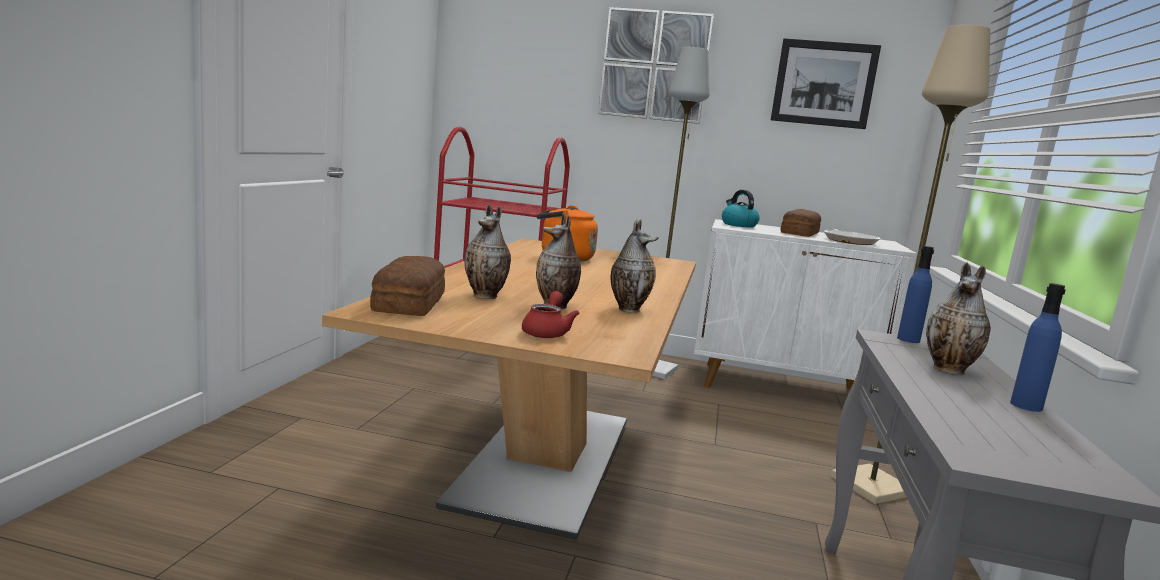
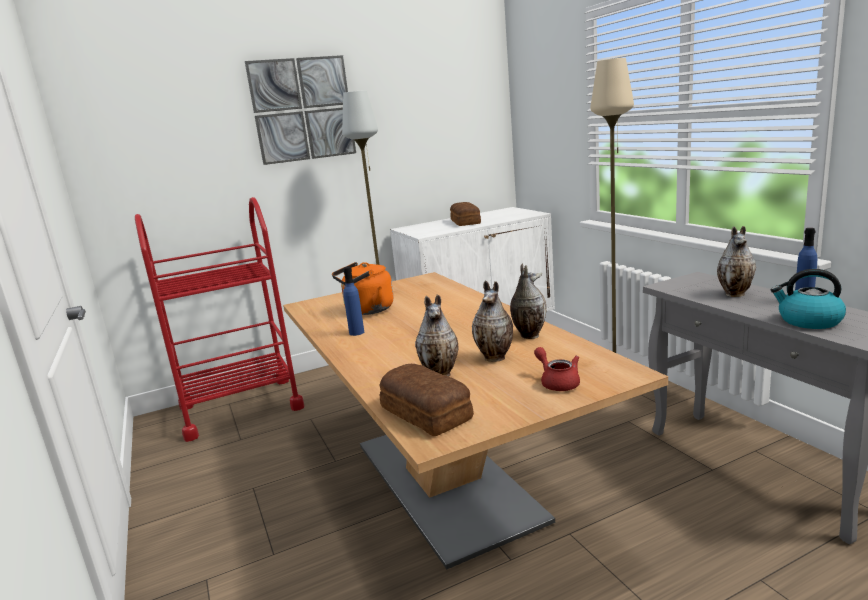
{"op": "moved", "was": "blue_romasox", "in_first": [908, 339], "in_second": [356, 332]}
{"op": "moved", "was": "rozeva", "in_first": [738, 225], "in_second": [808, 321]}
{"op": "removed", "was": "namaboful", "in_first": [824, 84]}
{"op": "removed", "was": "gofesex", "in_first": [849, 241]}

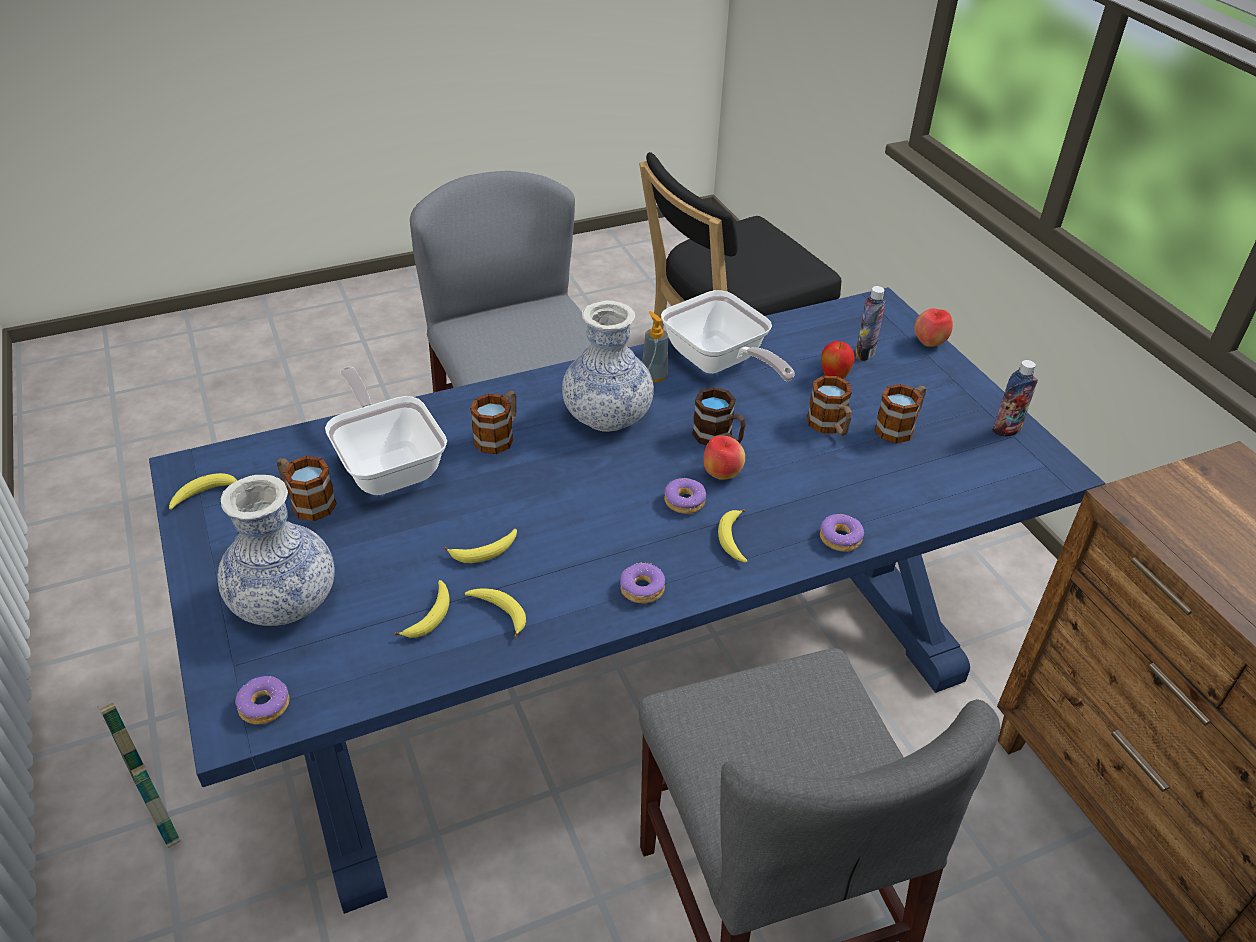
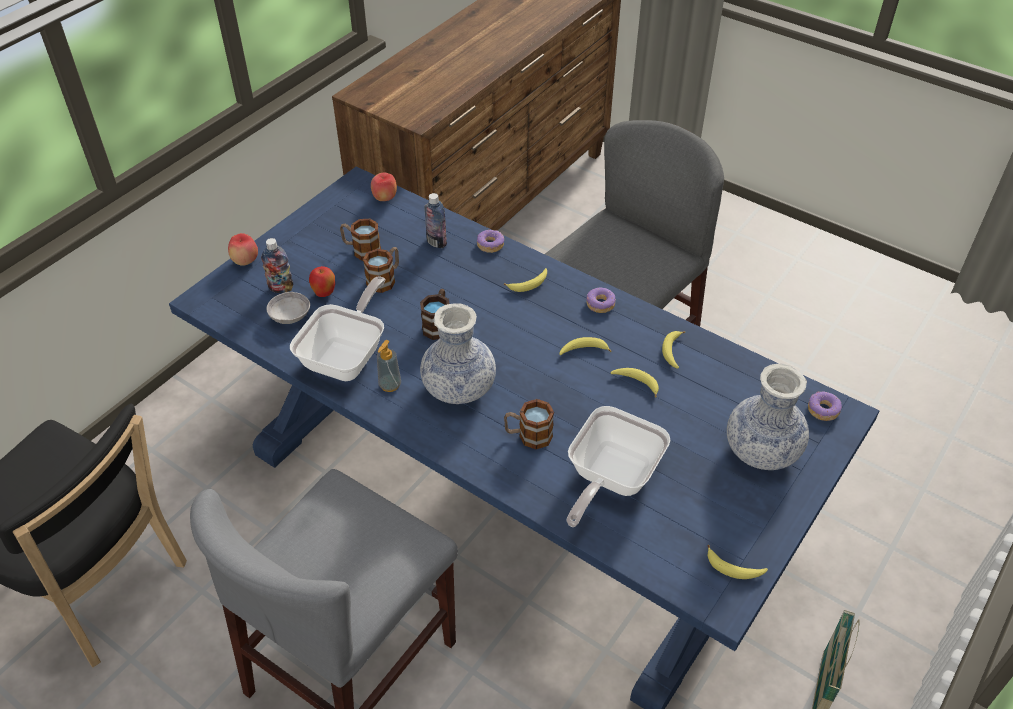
{"op": "added", "now": "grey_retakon", "in_second": [290, 316]}
{"op": "moved", "was": "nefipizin", "in_first": [721, 474], "in_second": [385, 198]}
{"op": "moved", "was": "romasox", "in_first": [1006, 430], "in_second": [436, 242]}
{"op": "moved", "was": "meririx", "in_first": [430, 616], "in_second": [583, 350]}
{"op": "removed", "was": "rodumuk", "in_first": [307, 502]}
{"op": "removed", "was": "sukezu", "in_first": [685, 501]}

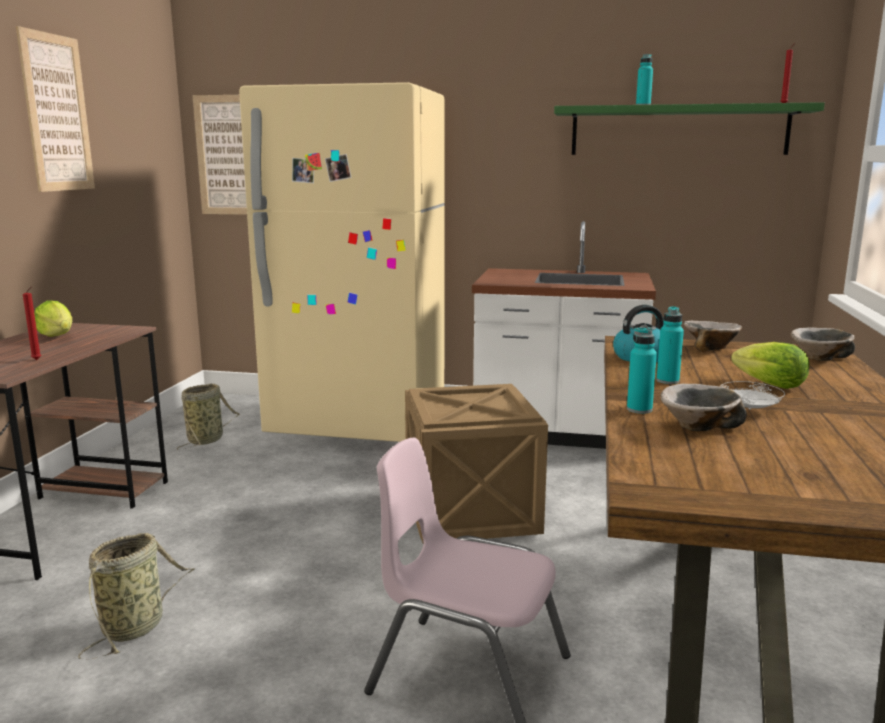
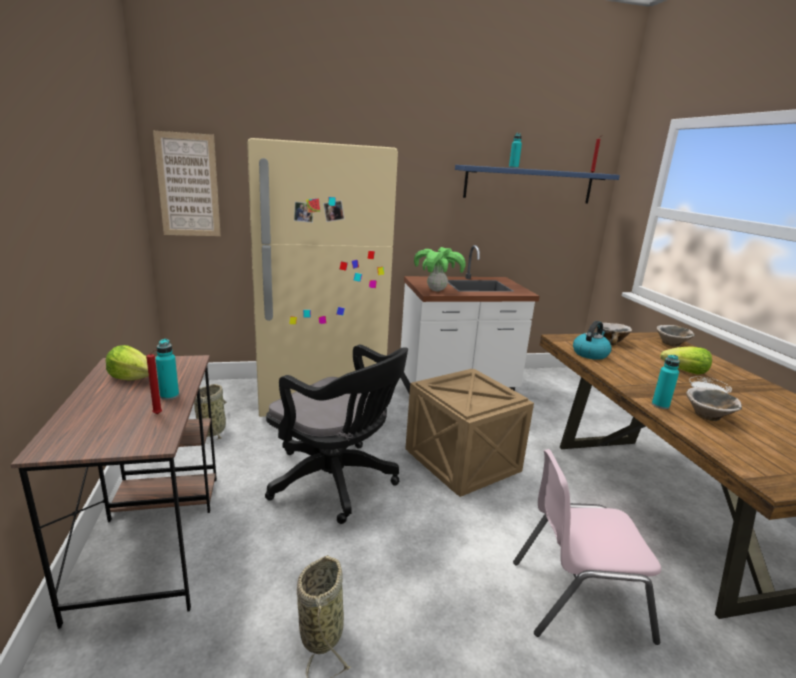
{"op": "moved", "was": "turquoise_romasox", "in_first": [667, 381], "in_second": [169, 396]}
{"op": "added", "now": "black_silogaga", "in_second": [337, 482]}
{"op": "added", "now": "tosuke", "in_second": [436, 290]}
{"op": "recoloured", "was": "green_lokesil", "now": "blue_lokesil", "in_first": [678, 131], "in_second": [529, 185]}
{"op": "removed", "was": "namaboful", "in_first": [57, 113]}

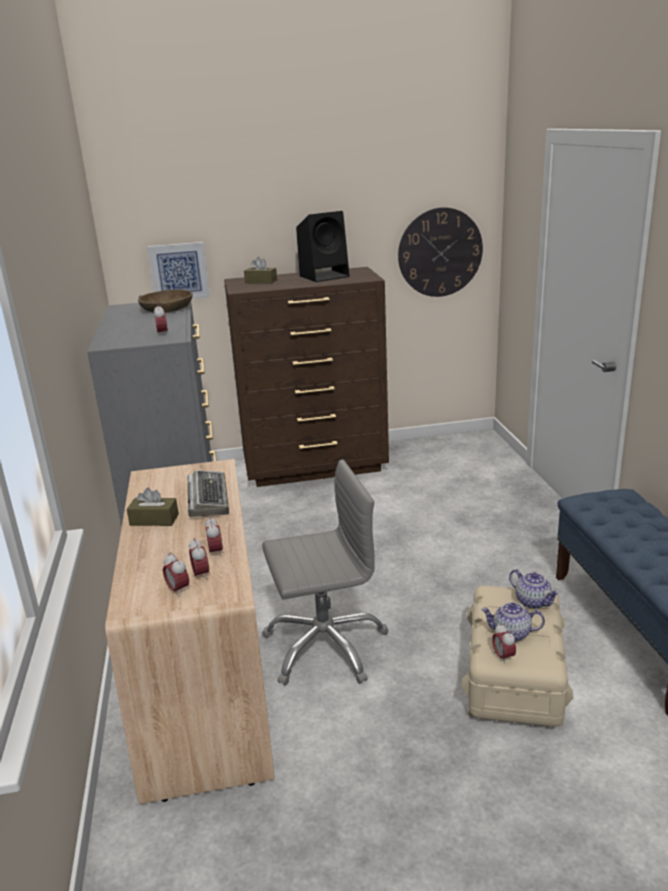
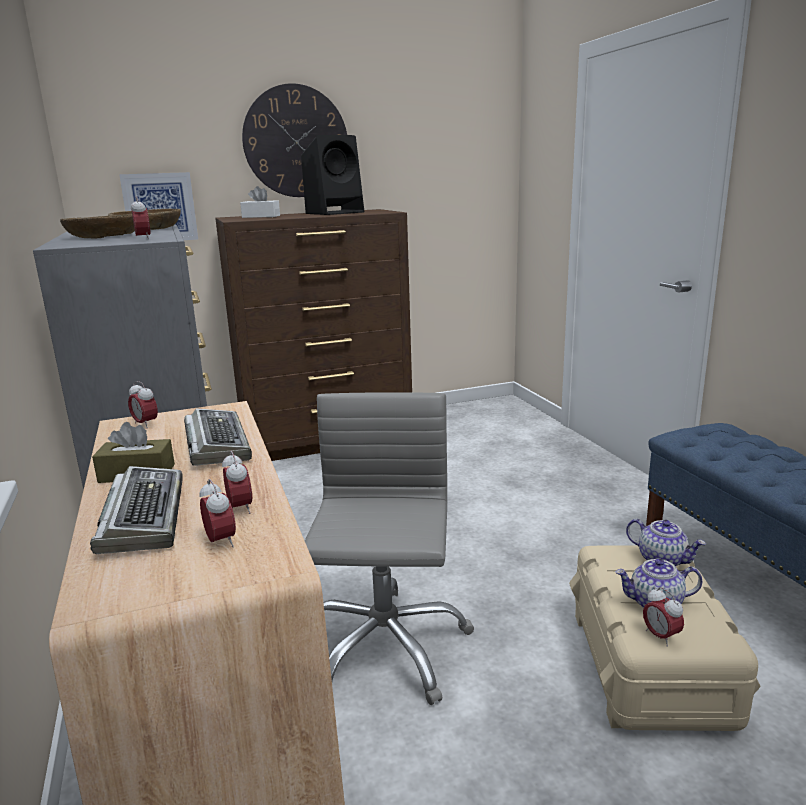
{"op": "added", "now": "brown_retakon", "in_second": [104, 236]}
{"op": "added", "now": "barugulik", "in_second": [143, 517]}
{"op": "moved", "was": "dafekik", "in_first": [178, 590], "in_second": [145, 424]}
{"op": "recoloured", "was": "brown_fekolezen", "now": "white_fekolezen", "in_first": [261, 281], "in_second": [261, 216]}
{"op": "moved", "was": "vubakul", "in_first": [440, 252], "in_second": [296, 141]}
{"op": "turned", "was": "grey_silogaga", "in_first": [325, 646], "in_second": [384, 646], "clockwise": -60}

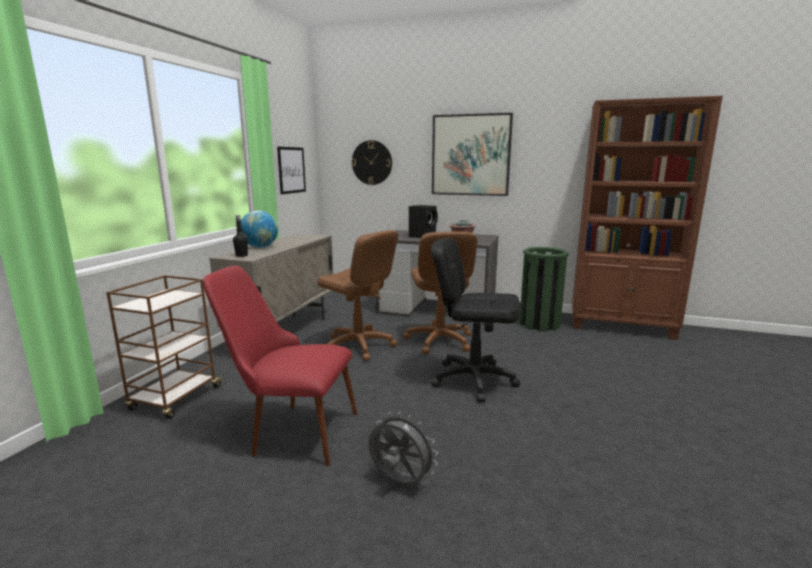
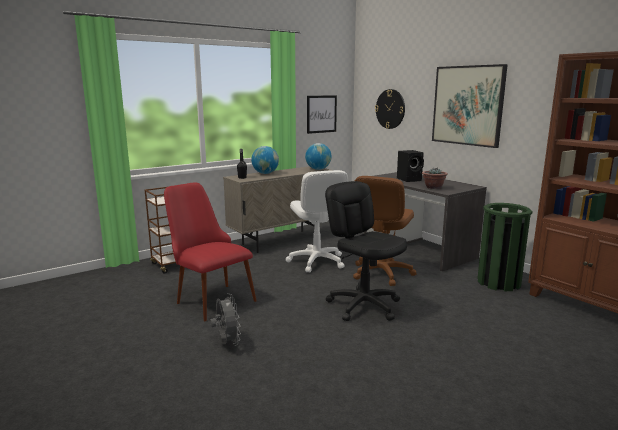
{"op": "recoloured", "was": "brown_silogaga", "now": "white_silogaga", "in_first": [358, 346], "in_second": [316, 261]}
{"op": "added", "now": "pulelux", "in_second": [318, 169]}

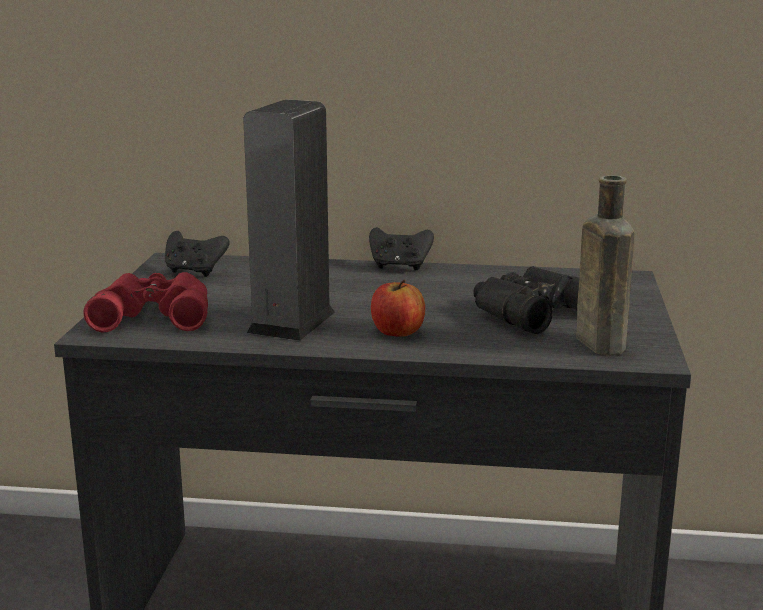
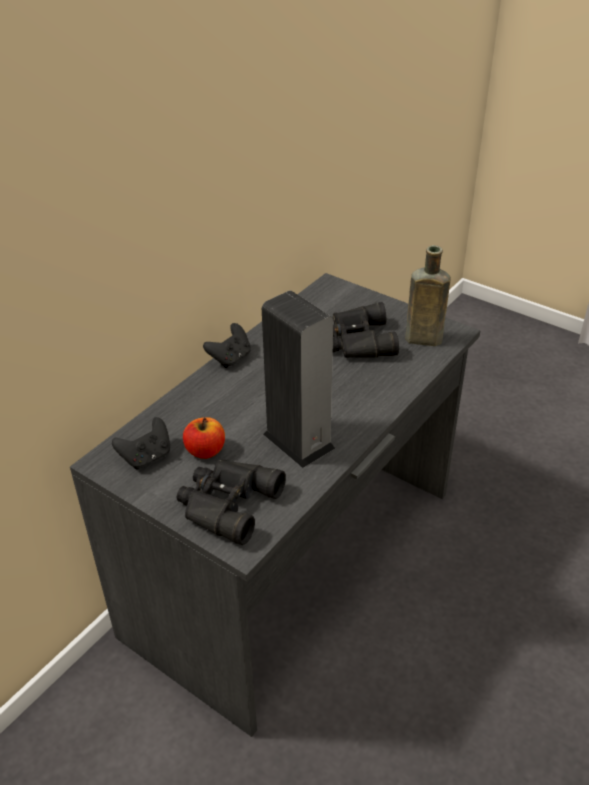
{"op": "recoloured", "was": "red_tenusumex", "now": "black_tenusumex", "in_first": [154, 313], "in_second": [226, 503]}
{"op": "moved", "was": "nefipizin", "in_first": [397, 332], "in_second": [205, 451]}

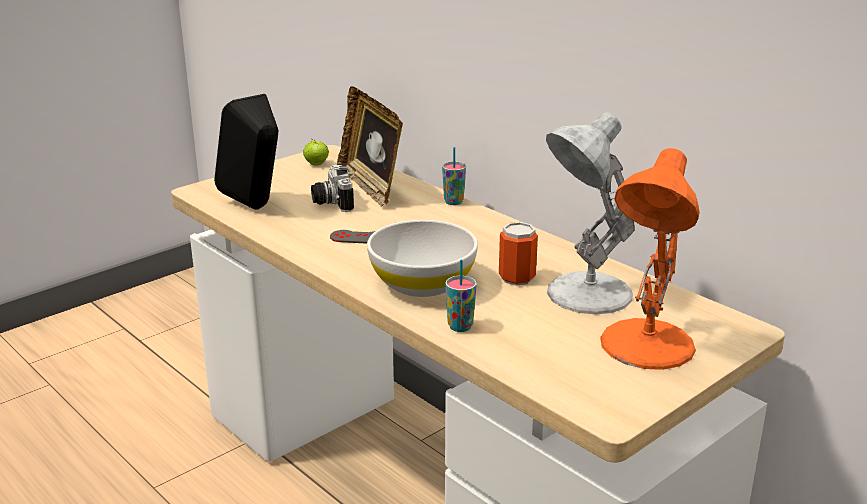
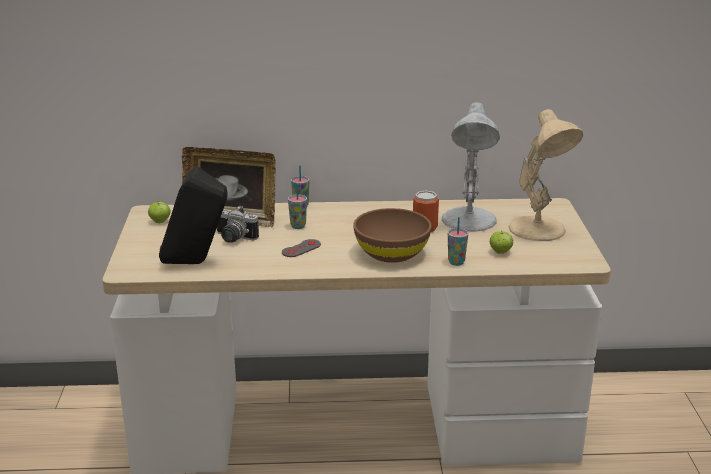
{"op": "added", "now": "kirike", "in_second": [298, 226]}
{"op": "recoloured", "was": "white_retakon", "now": "brown_retakon", "in_first": [422, 283], "in_second": [392, 253]}
{"op": "added", "now": "nefipizin", "in_second": [500, 252]}
{"op": "recoloured", "was": "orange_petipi", "now": "beige_petipi", "in_first": [646, 346], "in_second": [539, 230]}

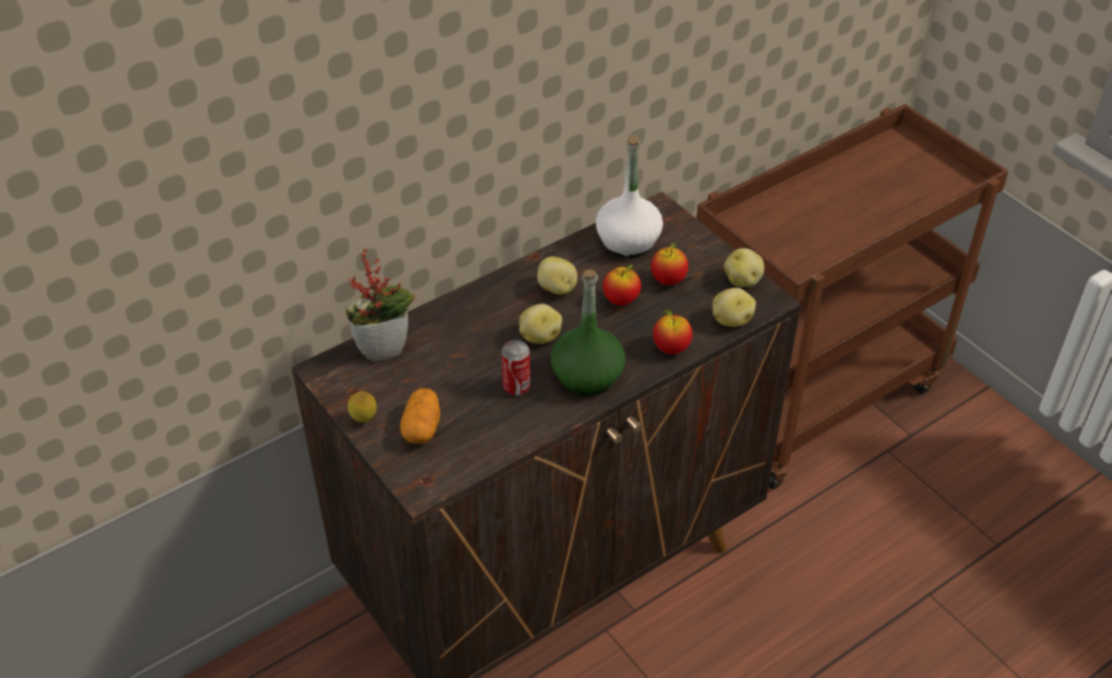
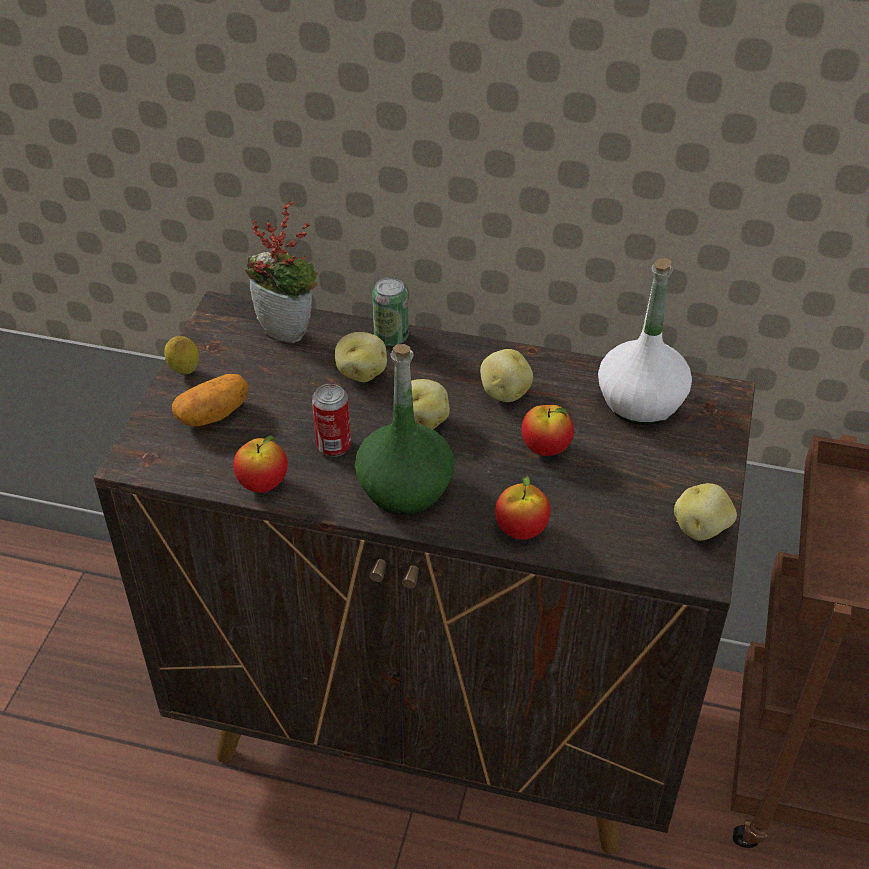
{"op": "moved", "was": "nefipizin", "in_first": [668, 280], "in_second": [263, 484]}
{"op": "moved", "was": "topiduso", "in_first": [731, 320], "in_second": [362, 372]}
{"op": "added", "now": "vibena", "in_second": [391, 337]}

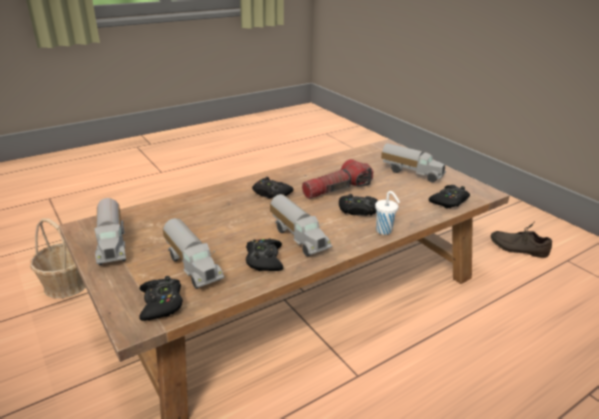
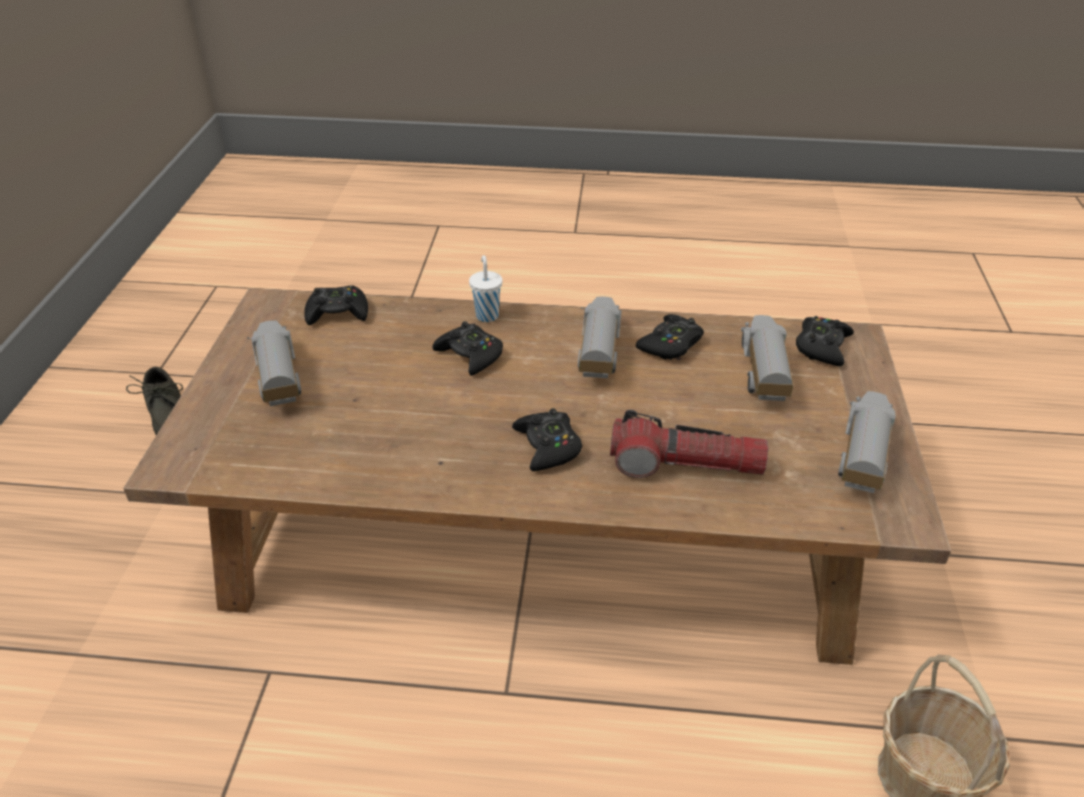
{"op": "moved", "was": "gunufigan", "in_first": [337, 189], "in_second": [685, 465]}

